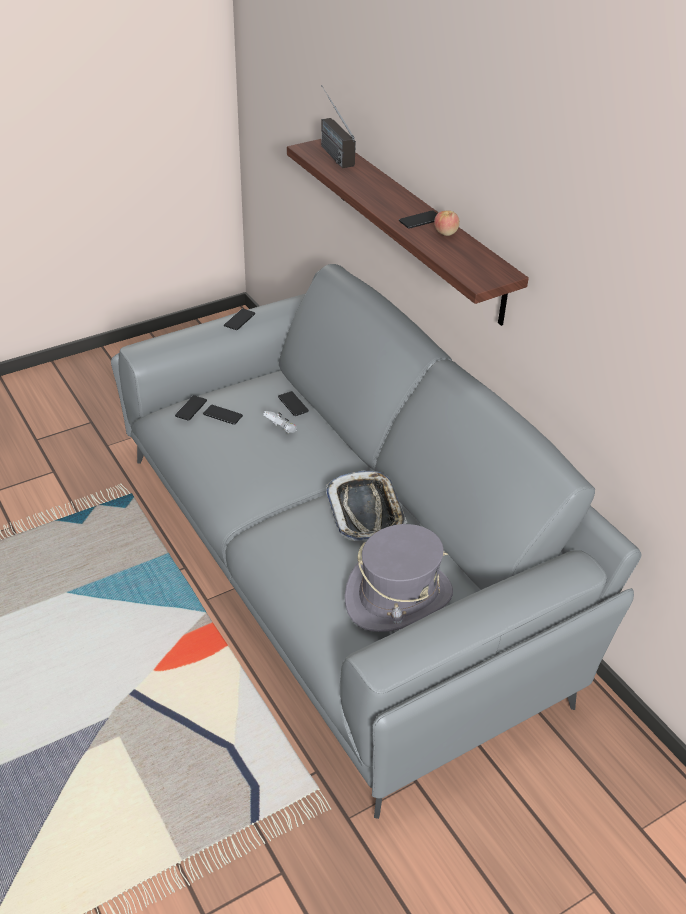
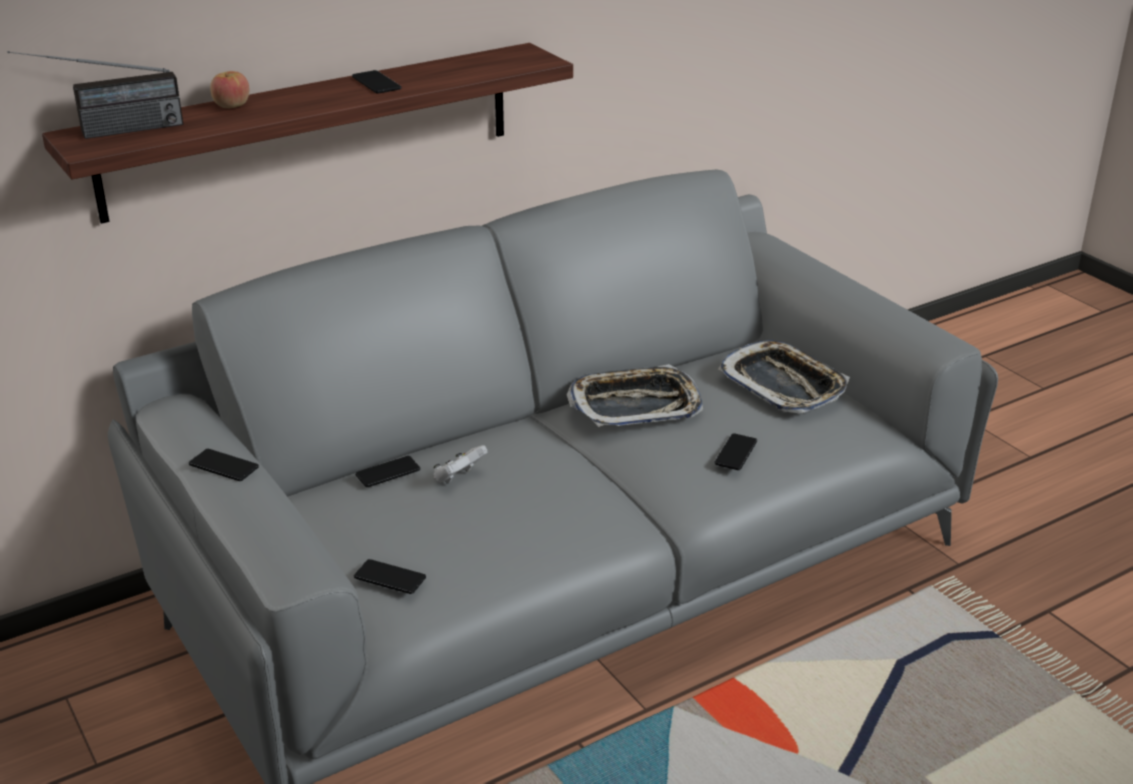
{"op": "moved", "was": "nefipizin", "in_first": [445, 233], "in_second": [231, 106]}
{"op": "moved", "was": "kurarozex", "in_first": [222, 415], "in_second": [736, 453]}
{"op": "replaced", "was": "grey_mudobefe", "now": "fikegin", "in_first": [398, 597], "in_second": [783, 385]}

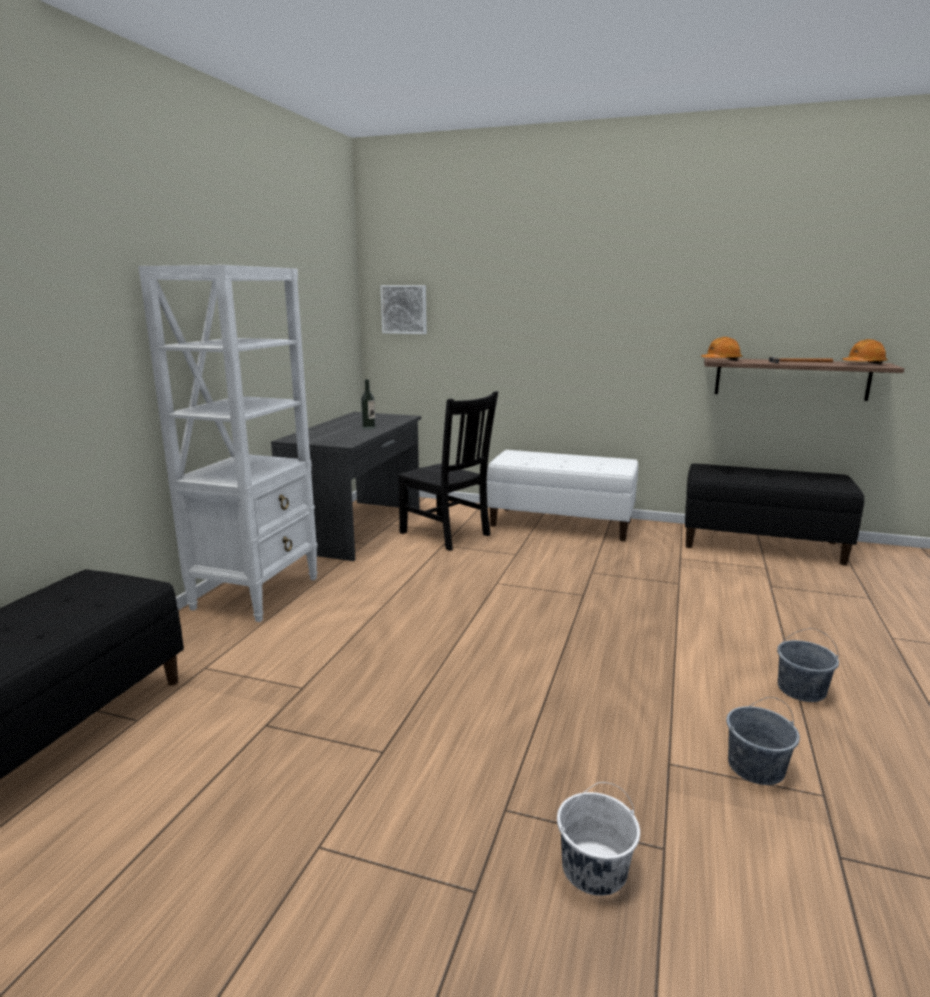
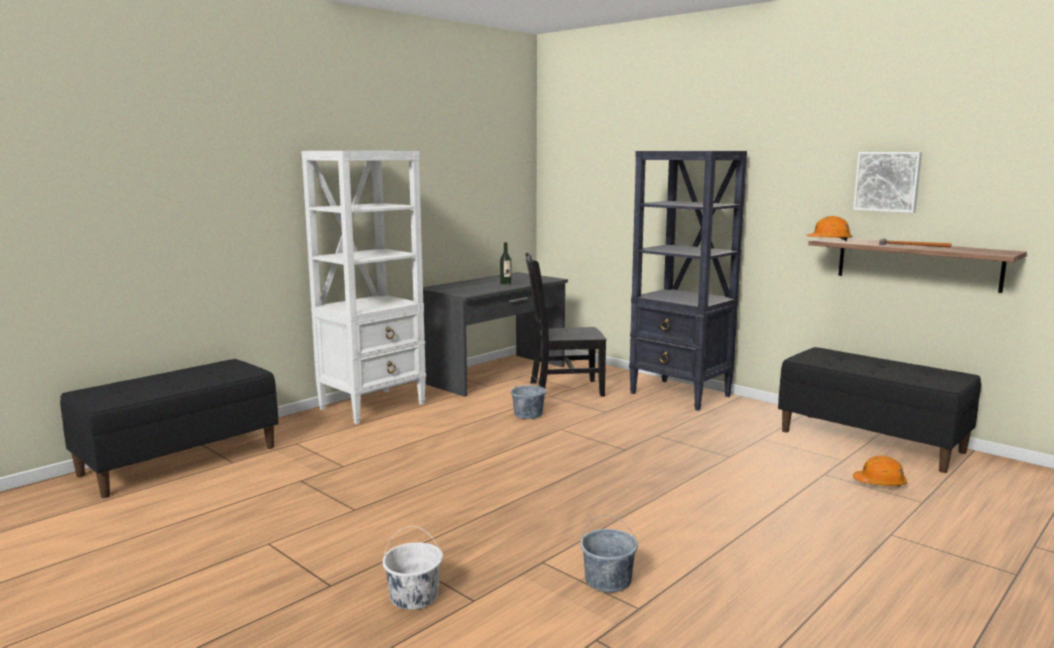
{"op": "moved", "was": "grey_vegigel", "in_first": [802, 690], "in_second": [528, 415]}
{"op": "turned", "was": "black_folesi", "in_first": [447, 534], "in_second": [563, 389], "clockwise": 105}
{"op": "replaced", "was": "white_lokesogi", "now": "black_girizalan", "in_first": [561, 523], "in_second": [680, 395]}
{"op": "moved", "was": "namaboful", "in_first": [404, 309], "in_second": [887, 181]}
{"op": "moved", "was": "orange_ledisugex", "in_first": [864, 364], "in_second": [880, 483]}

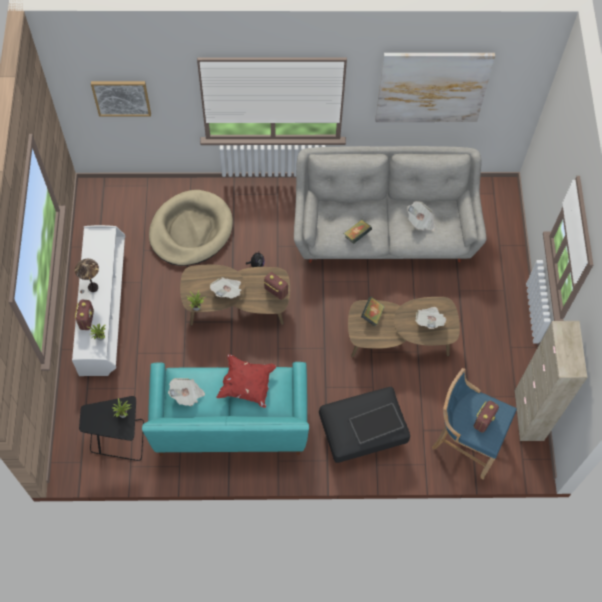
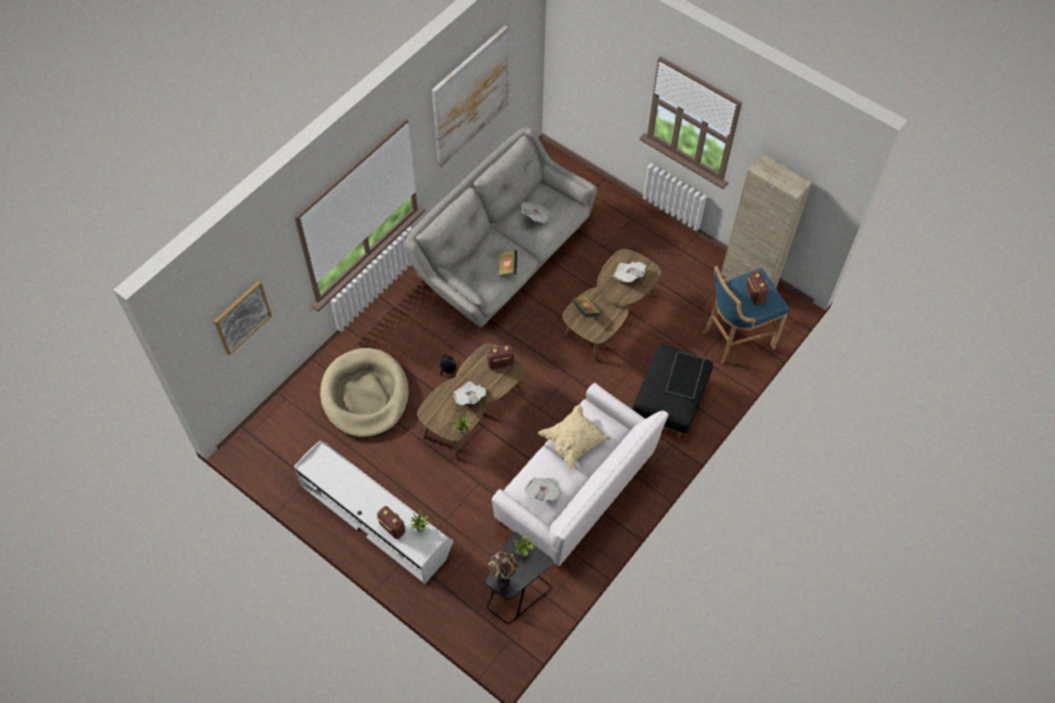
{"op": "moved", "was": "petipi", "in_first": [93, 288], "in_second": [503, 582]}
{"op": "recoloured", "was": "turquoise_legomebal", "now": "white_legomebal", "in_first": [230, 422], "in_second": [576, 492]}
{"op": "recoloured", "was": "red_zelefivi", "now": "beige_zelefivi", "in_first": [247, 385], "in_second": [574, 441]}

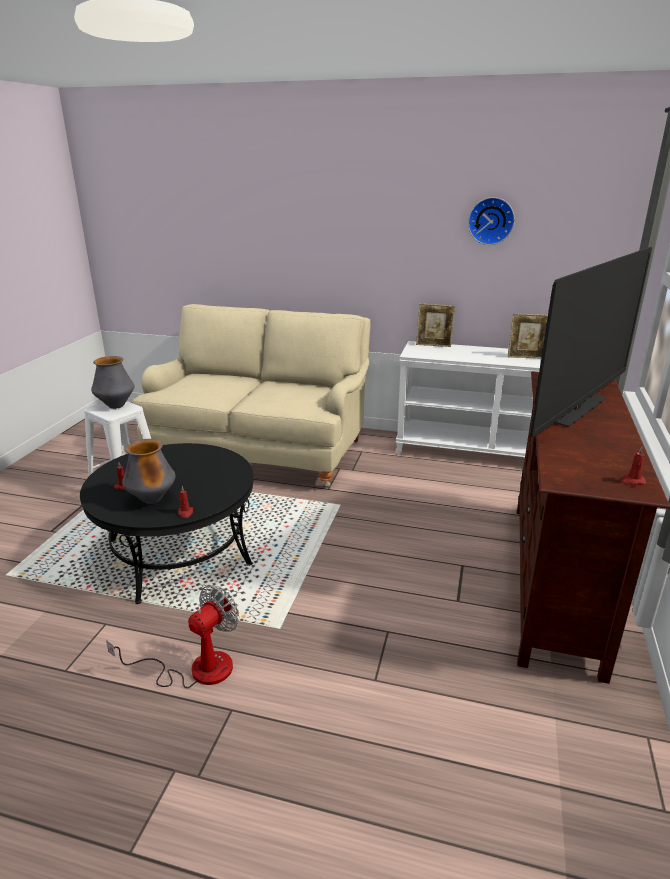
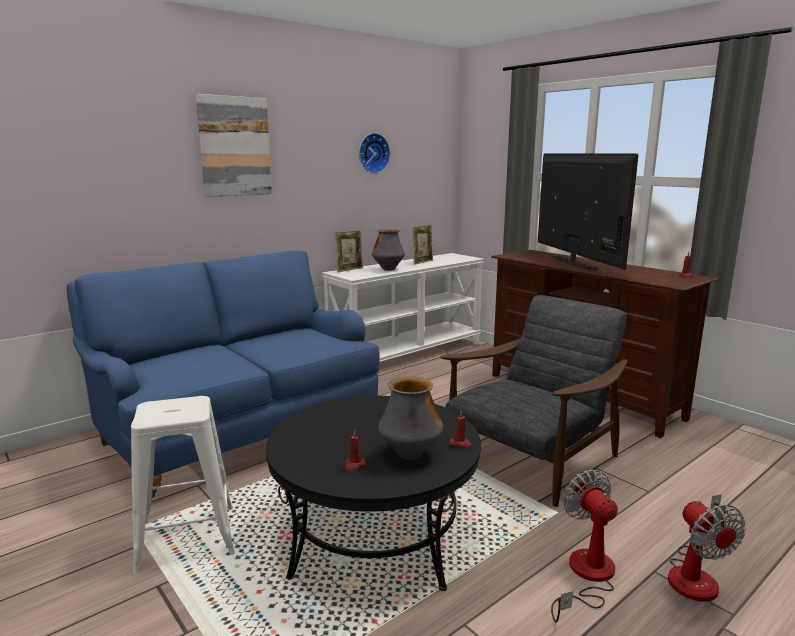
{"op": "recoloured", "was": "beige_legomebal", "now": "blue_legomebal", "in_first": [262, 448], "in_second": [236, 428]}
{"op": "added", "now": "namaboful", "in_second": [234, 146]}
{"op": "moved", "was": "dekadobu", "in_first": [116, 406], "in_second": [388, 269]}
{"op": "added", "now": "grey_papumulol", "in_second": [531, 459]}
{"op": "added", "now": "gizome", "in_second": [697, 574]}

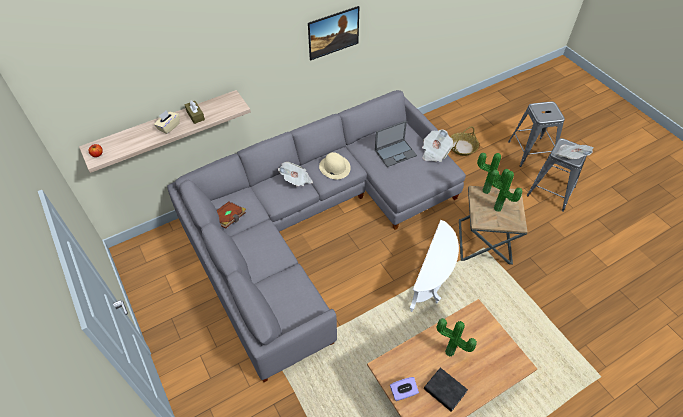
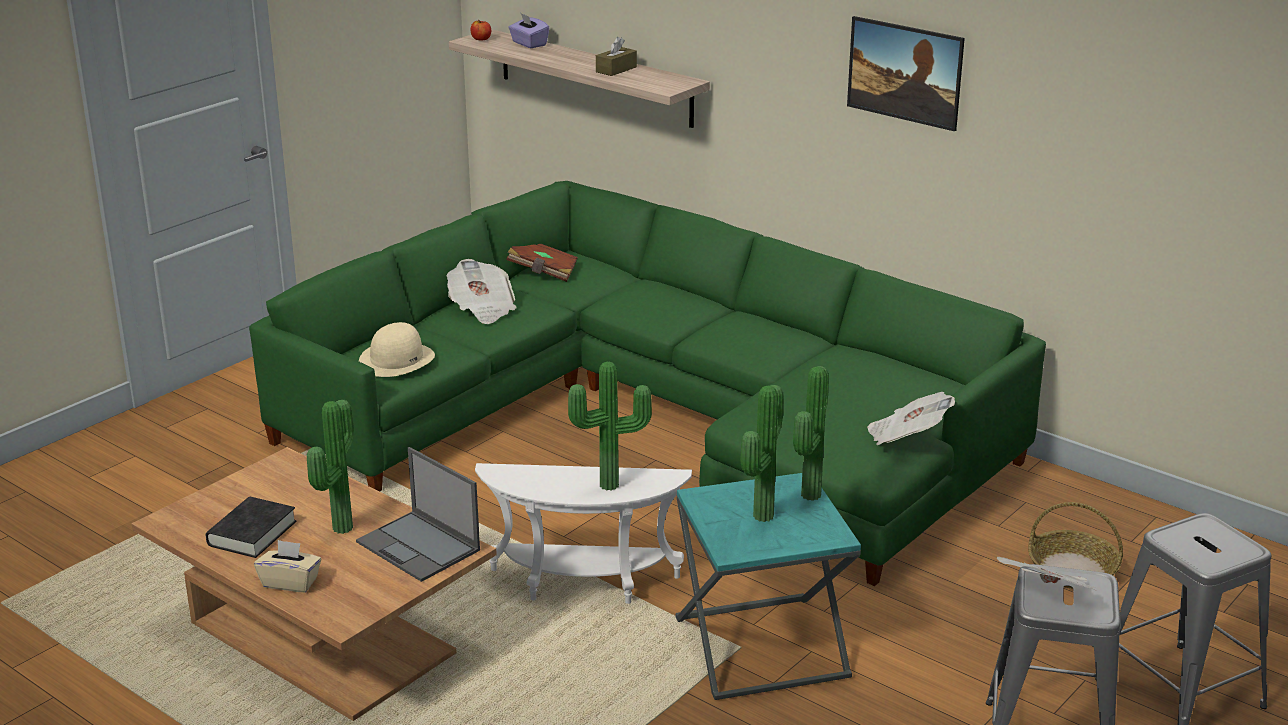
{"op": "recoloured", "was": "grey_legomebal", "now": "green_legomebal", "in_first": [314, 223], "in_second": [656, 420]}
{"op": "moved", "was": "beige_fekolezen", "in_first": [169, 127], "in_second": [290, 582]}
{"op": "moved", "was": "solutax", "in_first": [396, 153], "in_second": [419, 546]}
{"op": "moved", "was": "beige_mudobefe", "in_first": [334, 167], "in_second": [397, 359]}
{"op": "moved", "was": "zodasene", "in_first": [296, 180], "in_second": [482, 309]}
{"op": "moved", "was": "purple_fekolezen", "in_first": [403, 392], "in_second": [529, 44]}
{"op": "added", "now": "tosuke", "in_second": [611, 487]}
{"op": "recoloured", "was": "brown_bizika", "now": "turquoise_bizika", "in_first": [484, 241], "in_second": [761, 647]}

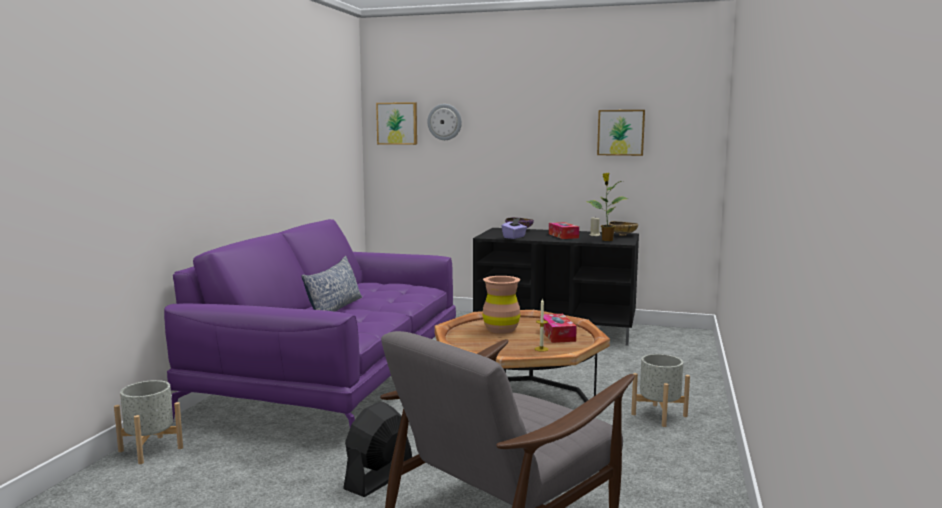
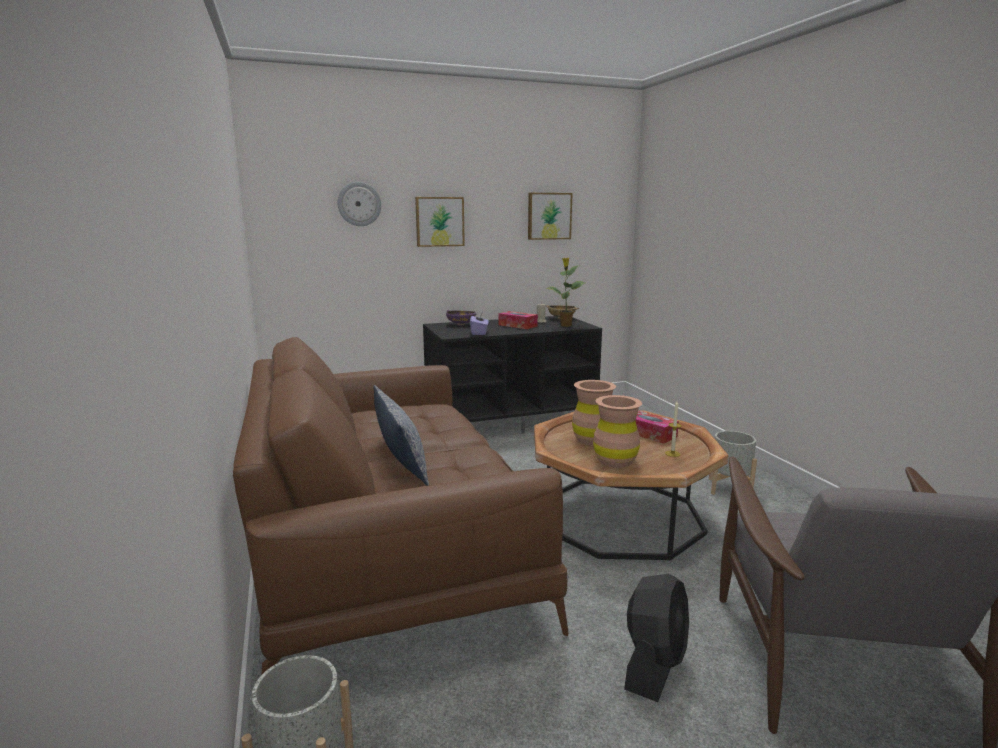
{"op": "recoloured", "was": "purple_legomebal", "now": "brown_legomebal", "in_first": [335, 378], "in_second": [387, 545]}
{"op": "moved", "was": "namaboful", "in_first": [397, 123], "in_second": [439, 221]}
{"op": "added", "now": "brown_dekadobu", "in_second": [615, 461]}
{"op": "turned", "was": "black_gizome", "in_first": [379, 478], "in_second": [654, 664], "clockwise": -150}

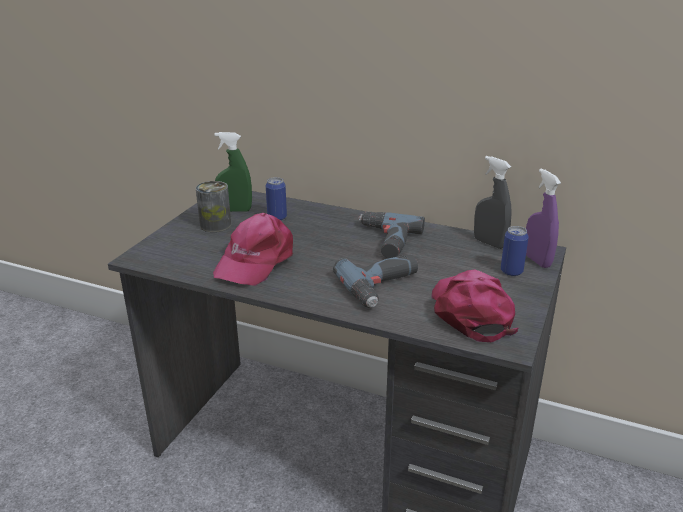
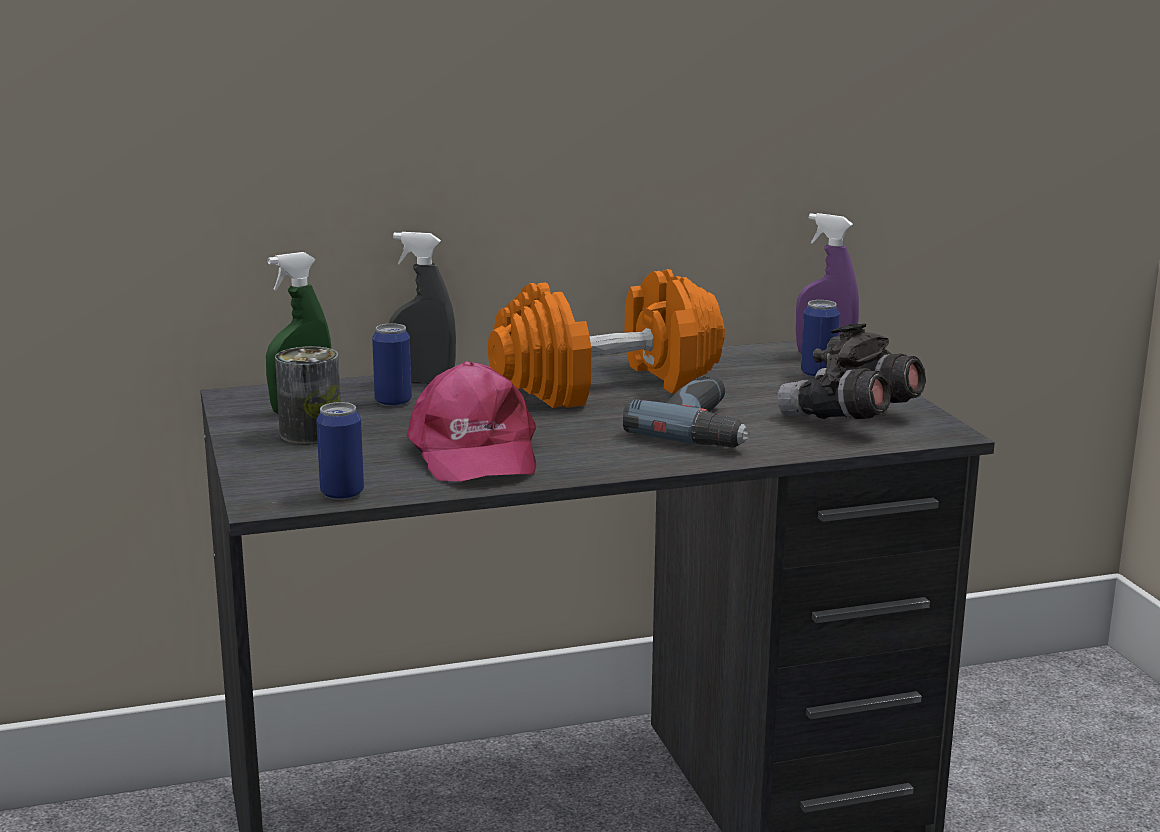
{"op": "added", "now": "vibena", "in_second": [342, 493]}
{"op": "moved", "was": "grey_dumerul", "in_first": [489, 243], "in_second": [423, 382]}
{"op": "replaced", "was": "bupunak", "now": "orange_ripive", "in_first": [384, 241], "in_second": [607, 386]}
{"op": "replaced", "was": "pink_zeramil", "now": "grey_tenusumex", "in_first": [471, 312], "in_second": [849, 418]}

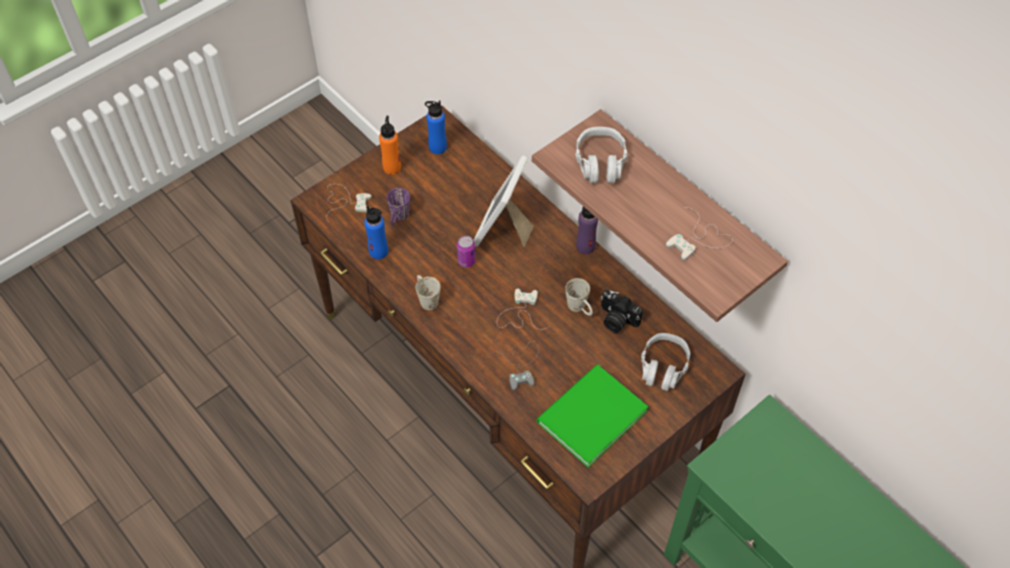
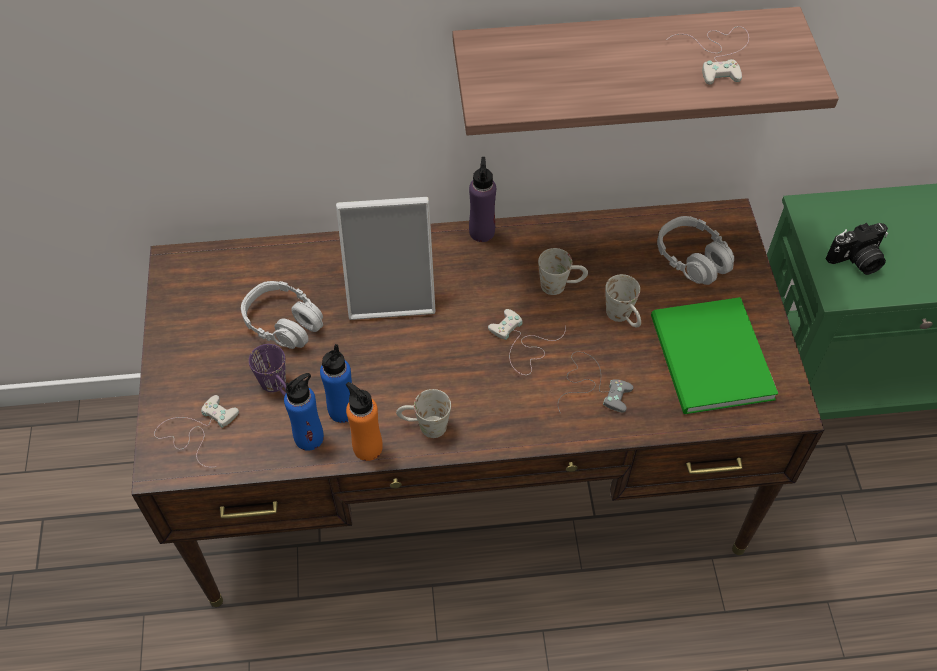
{"op": "moved", "was": "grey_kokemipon", "in_first": [600, 163], "in_second": [284, 323]}
{"op": "moved", "was": "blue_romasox", "in_first": [437, 147], "in_second": [342, 410]}
{"op": "turned", "was": "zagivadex", "in_first": [503, 229], "in_second": [391, 292], "clockwise": -60}
{"op": "moved", "was": "orange_romasox", "in_first": [392, 167], "in_second": [367, 447]}
{"op": "added", "now": "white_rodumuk", "in_second": [623, 318]}
{"op": "moved", "was": "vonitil", "in_first": [616, 320], "in_second": [857, 261]}
{"op": "removed", "was": "vibena", "in_first": [466, 261]}

